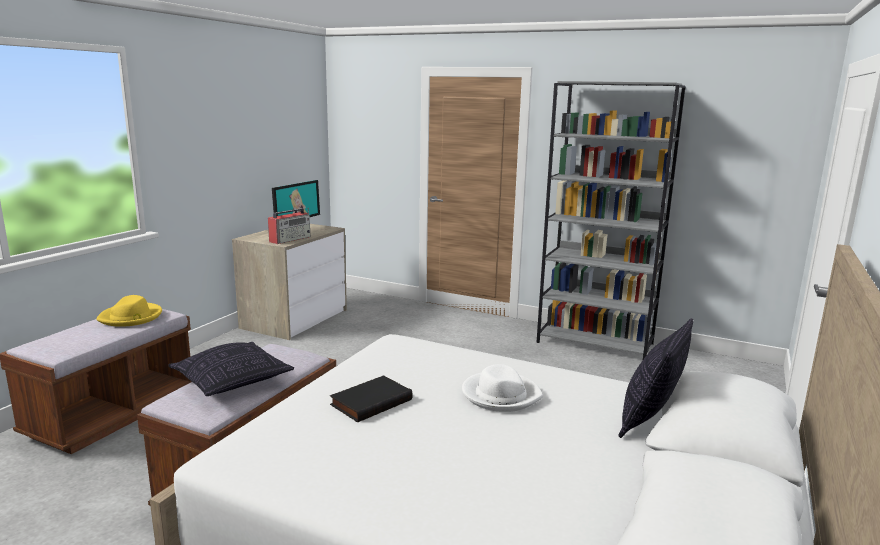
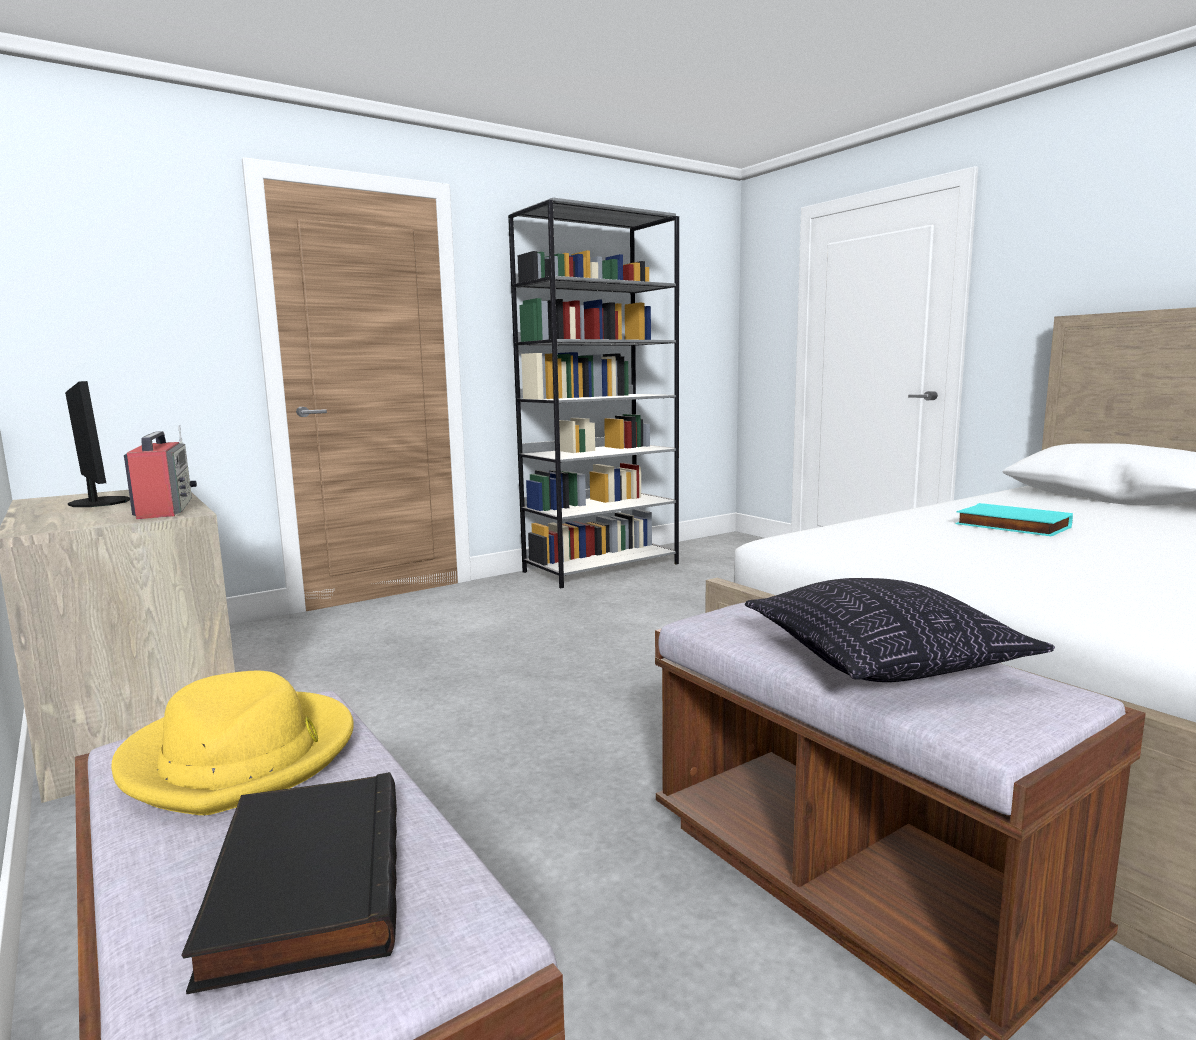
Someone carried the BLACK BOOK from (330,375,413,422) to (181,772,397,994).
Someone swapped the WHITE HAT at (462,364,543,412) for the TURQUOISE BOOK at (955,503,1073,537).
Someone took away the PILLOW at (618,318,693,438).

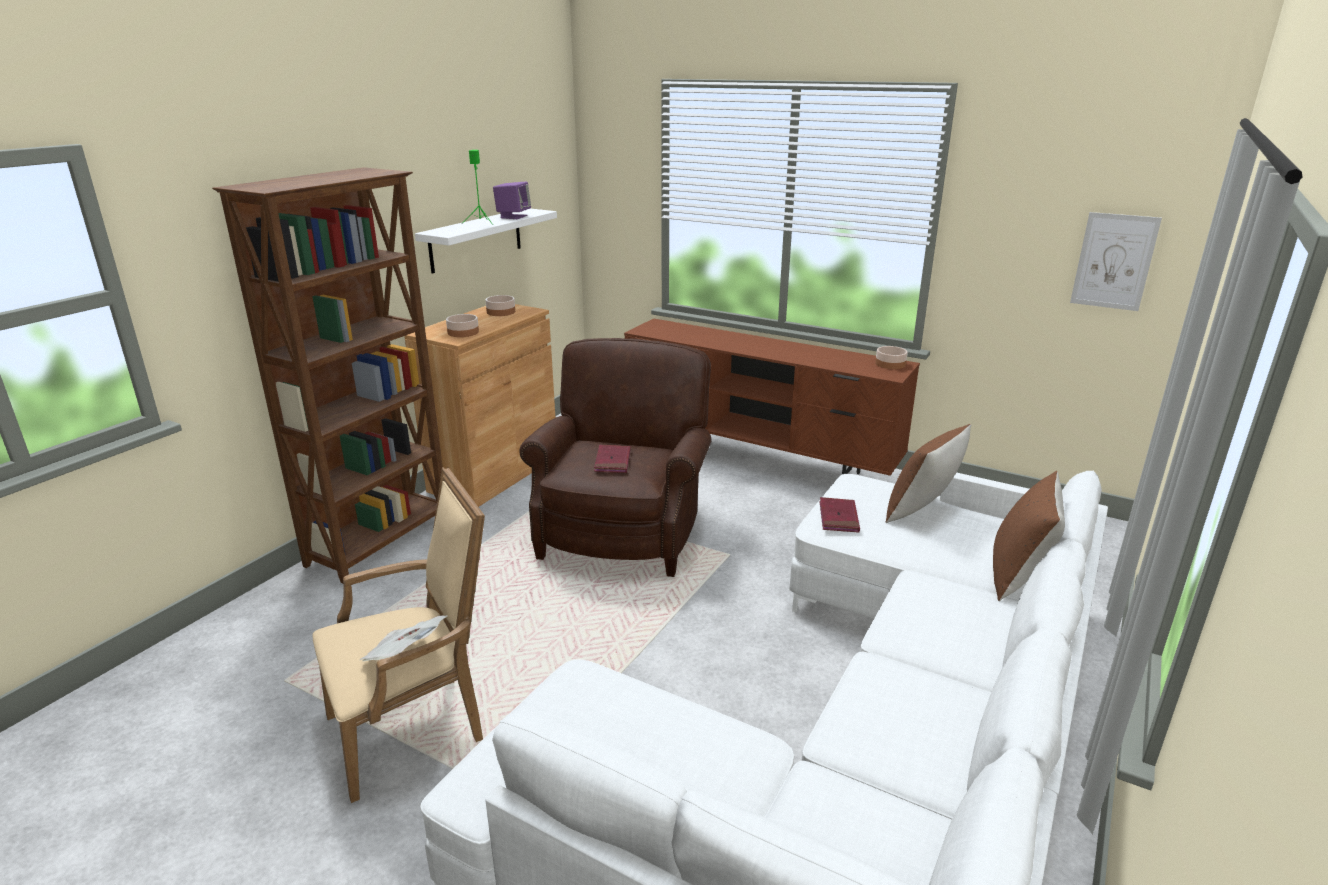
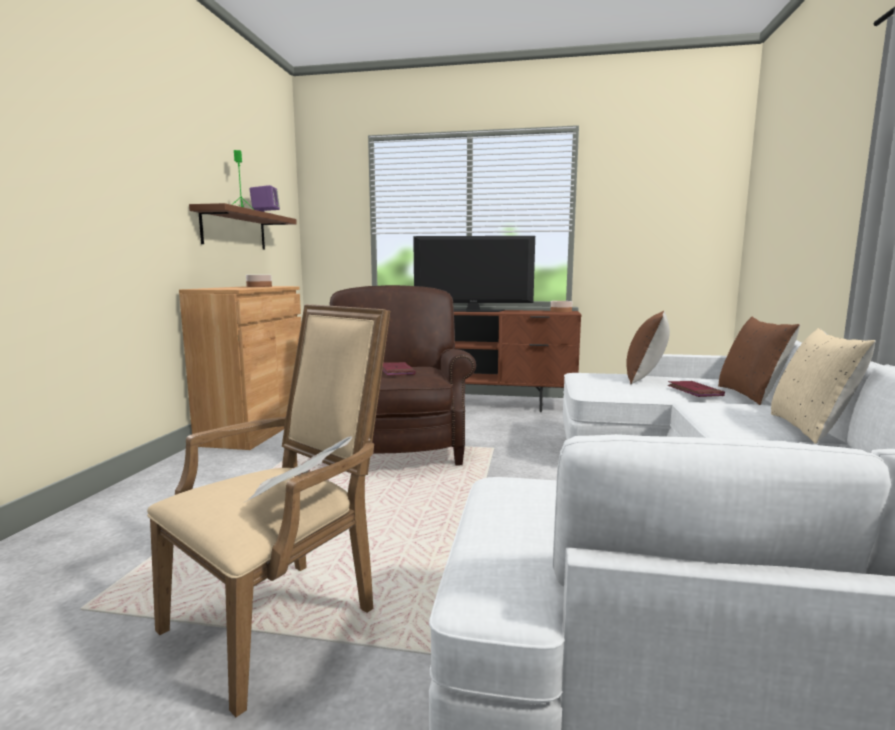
Someone repainted the WHITE SHELF at (415,209,557,273), which became the BROWN SHELF at (189,203,297,249).
Someone put down the TELEVISION at (413,236,535,312).
Someone carried the RED BOOK from (819,497,860,533) to (668,381,725,397).
Someone put down the BEIGE PILLOW at (771,328,876,444).
Someone took away the BROWN BOOKCASE at (212,167,443,584).
Someone took away the BOWL at (446,314,479,337).
Someone took away the PICTURE at (1070,212,1162,311).

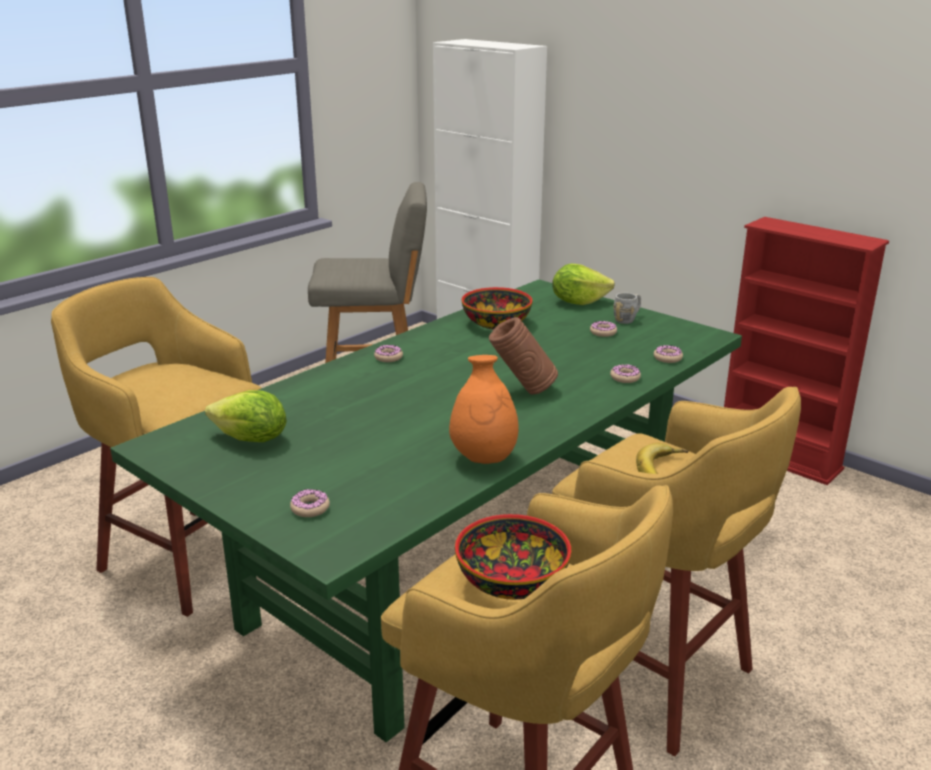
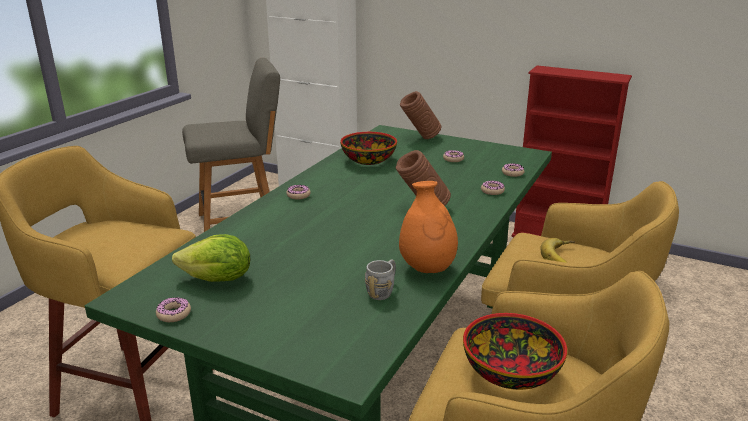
Someone carried the DONUT from (290,489,330,517) to (156,297,191,322).
Someone carried the GREY MUG from (613,293,641,324) to (365,259,396,300).
Someone swapped the LETTUCE at (552,263,615,305) for the BROWN VASE at (400,91,441,139).

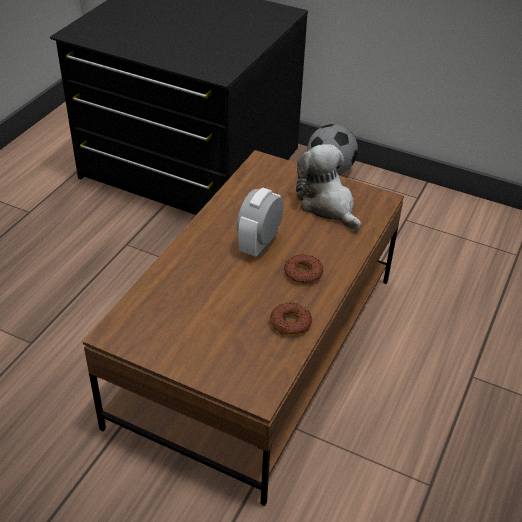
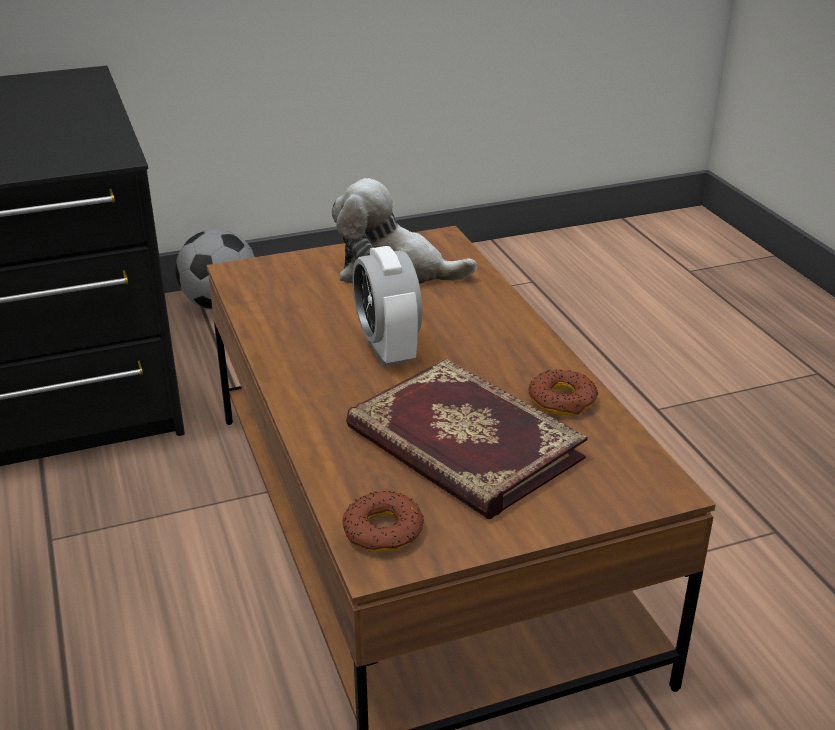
Someone carried the DONUT from (284,254,323,284) to (343,491,424,552).
Someone put down the BOOK at (346,359,588,519).

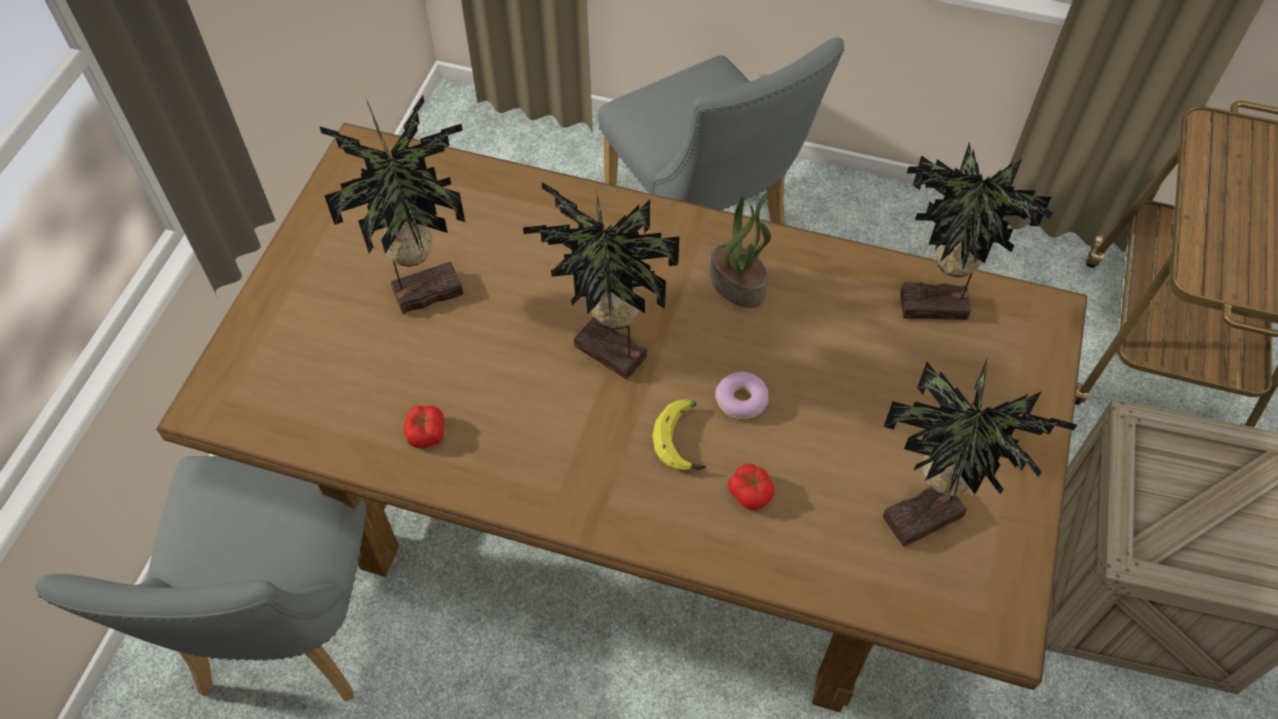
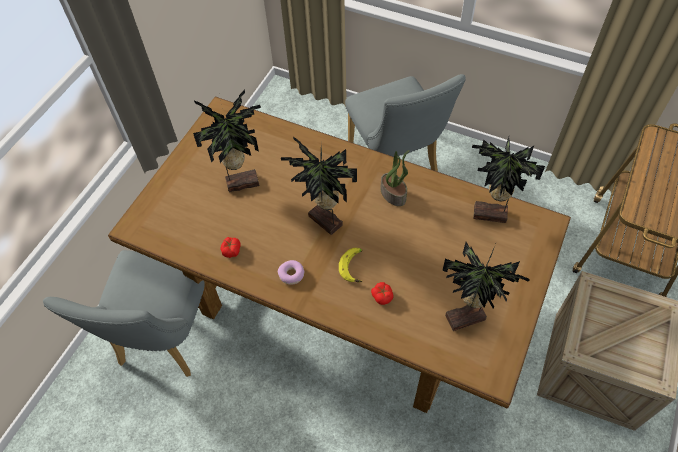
Someone carried the DONUT from (715,372,769,419) to (278,260,305,285).

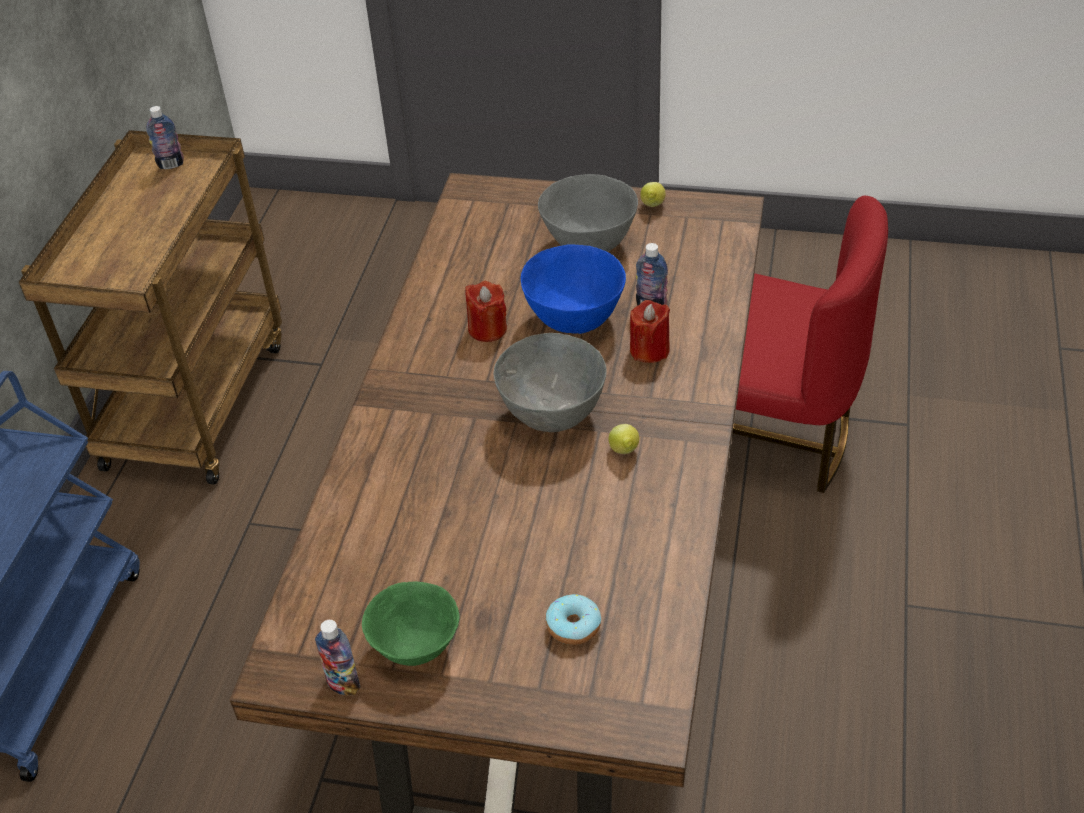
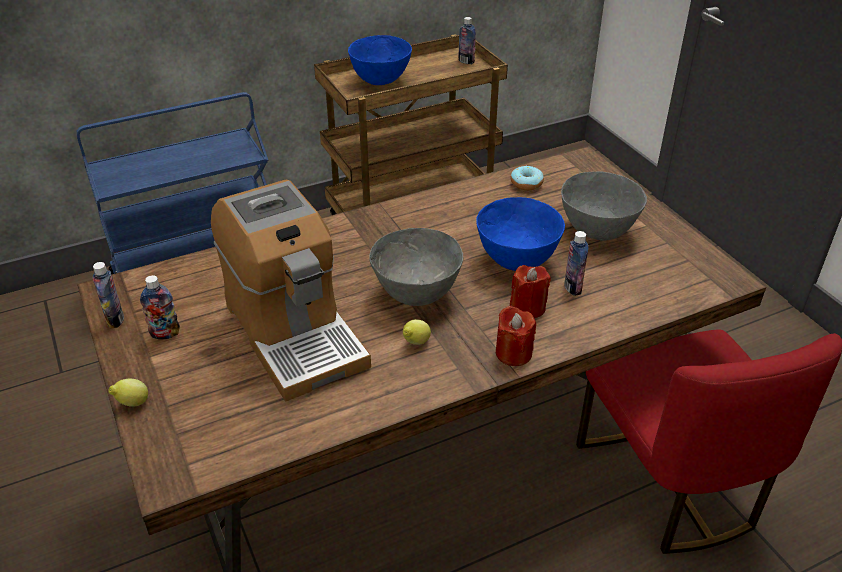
Someone carried the LEMON from (640,182,666,207) to (108,379,148,407).
Someone swapped the GREEN BOWL at (362,581,460,666) for the BOTTLE at (140,275,180,339).
Someone put down the COFFEE MACHINE at (211,180,371,402).
Someone put down the BLUE BOWL at (348,35,412,85).
Someone carried the RED CANDLE from (465,281,507,342) to (496,306,536,366).
Someone carried the DONUT from (546,594,601,645) to (511,165,544,190).

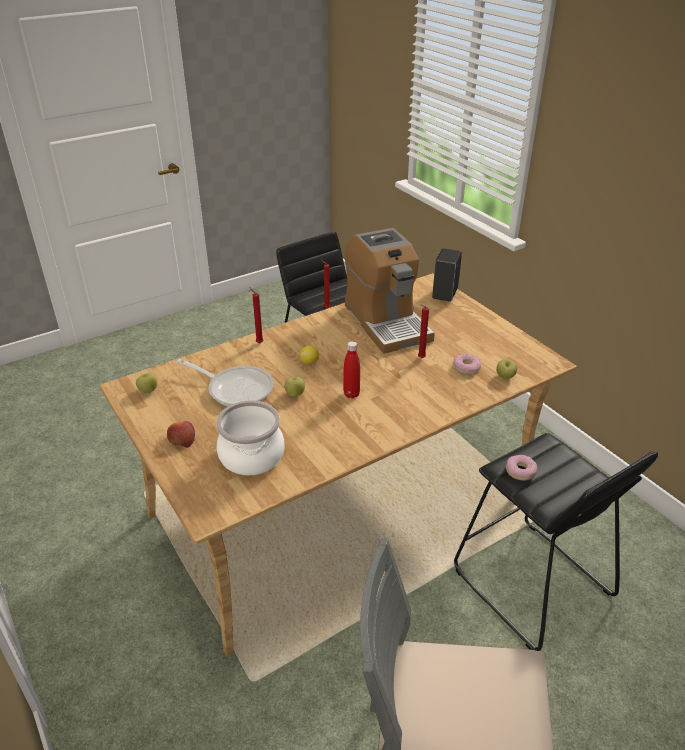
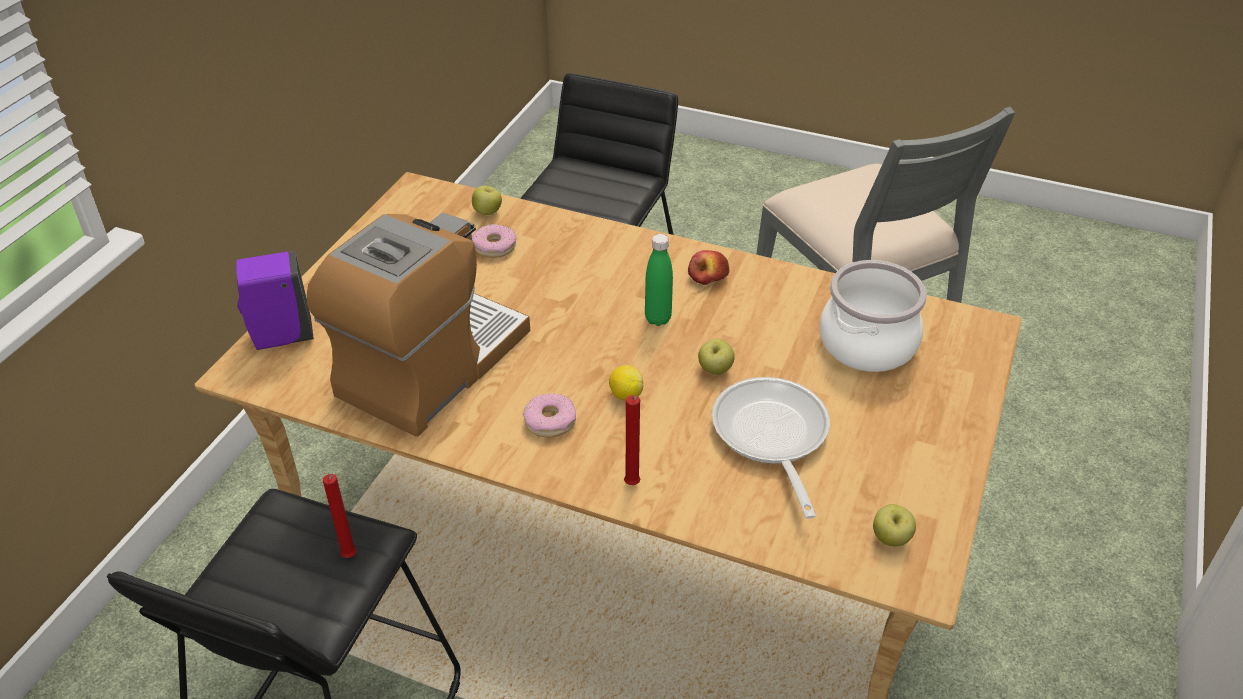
Someone repainted the BLACK SOAP DISPENSER at (432,249,462,302), which became the PURPLE SOAP DISPENSER at (236,251,314,350).
Someone carried the DONUT from (506,455,537,481) to (523,393,576,437).
Someone repainted the RED BOTTLE at (343,341,360,398), which became the GREEN BOTTLE at (645,234,673,326).
Someone carried the APPLE from (167,421,195,448) to (688,250,729,285).
Someone took away the RED CANDLE at (418,305,429,358).

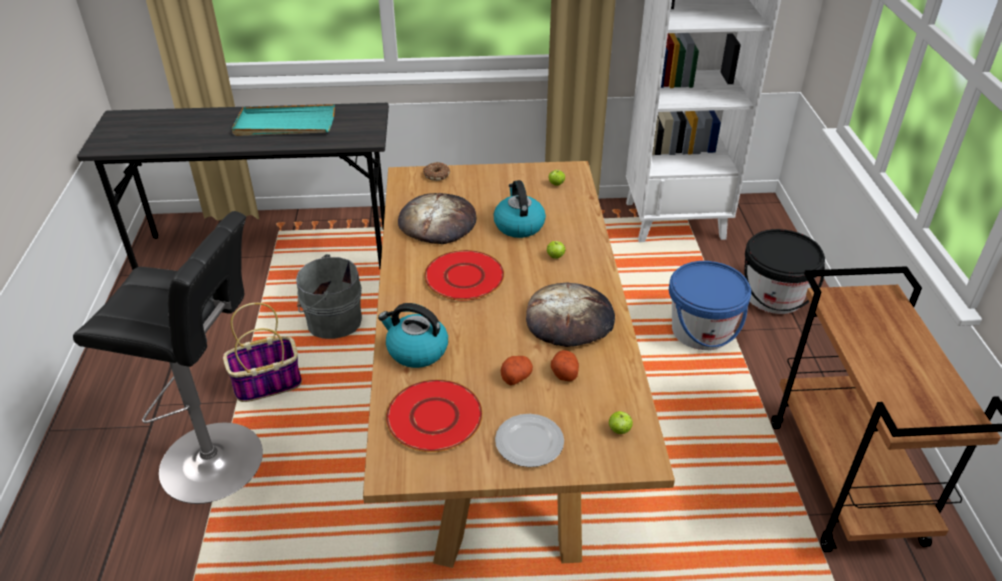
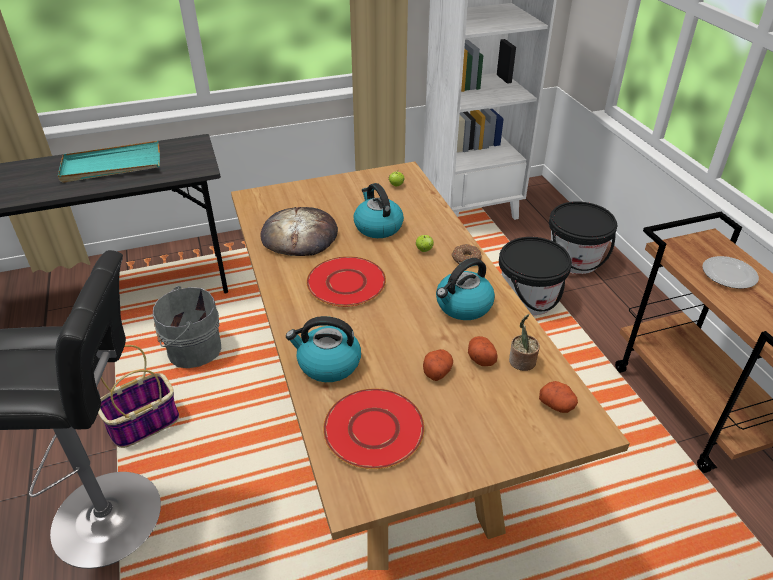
Someone swapped the BREAD at (526,283,615,347) for the KETTLE at (436,258,495,320).
Someone carried the DONUT from (423,162,450,181) to (451,244,482,264).
Someone repainted the BLUE BUCKET at (669,261,751,350), which became the BLACK BUCKET at (499,237,572,315).
Someone put down the POTTED PLANT at (509,314,540,371).
Someone swapped the APPLE at (609,411,633,434) for the POTATO at (539,381,578,413).
Someone carried the PLATE from (495,414,564,467) to (702,256,759,289).

